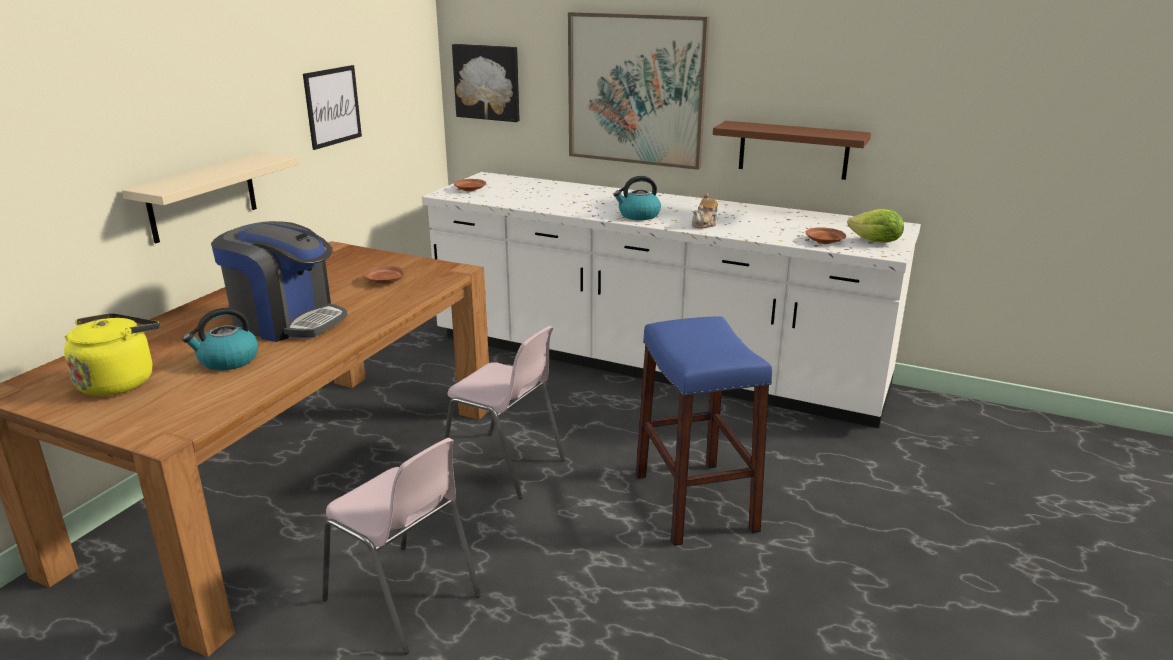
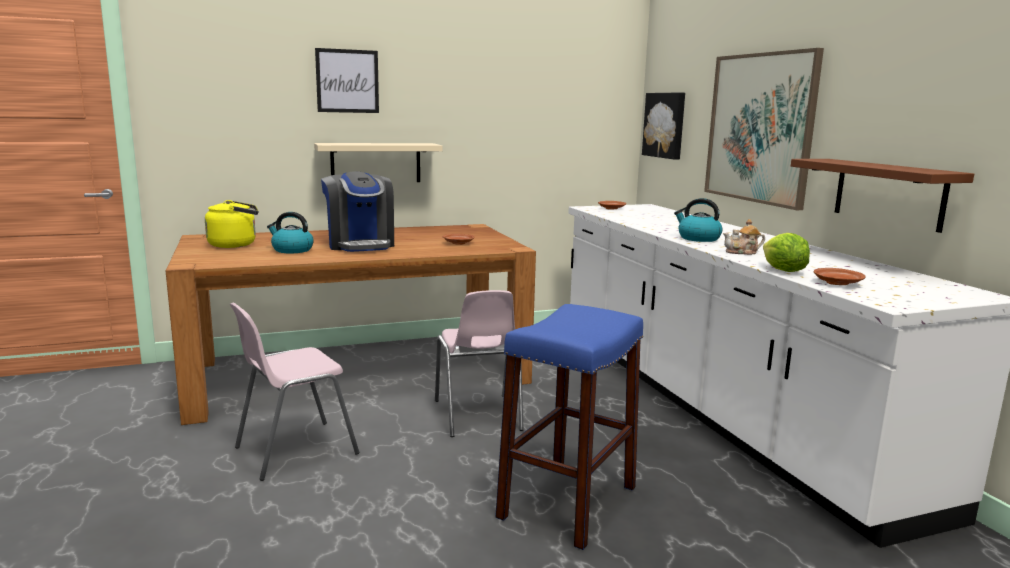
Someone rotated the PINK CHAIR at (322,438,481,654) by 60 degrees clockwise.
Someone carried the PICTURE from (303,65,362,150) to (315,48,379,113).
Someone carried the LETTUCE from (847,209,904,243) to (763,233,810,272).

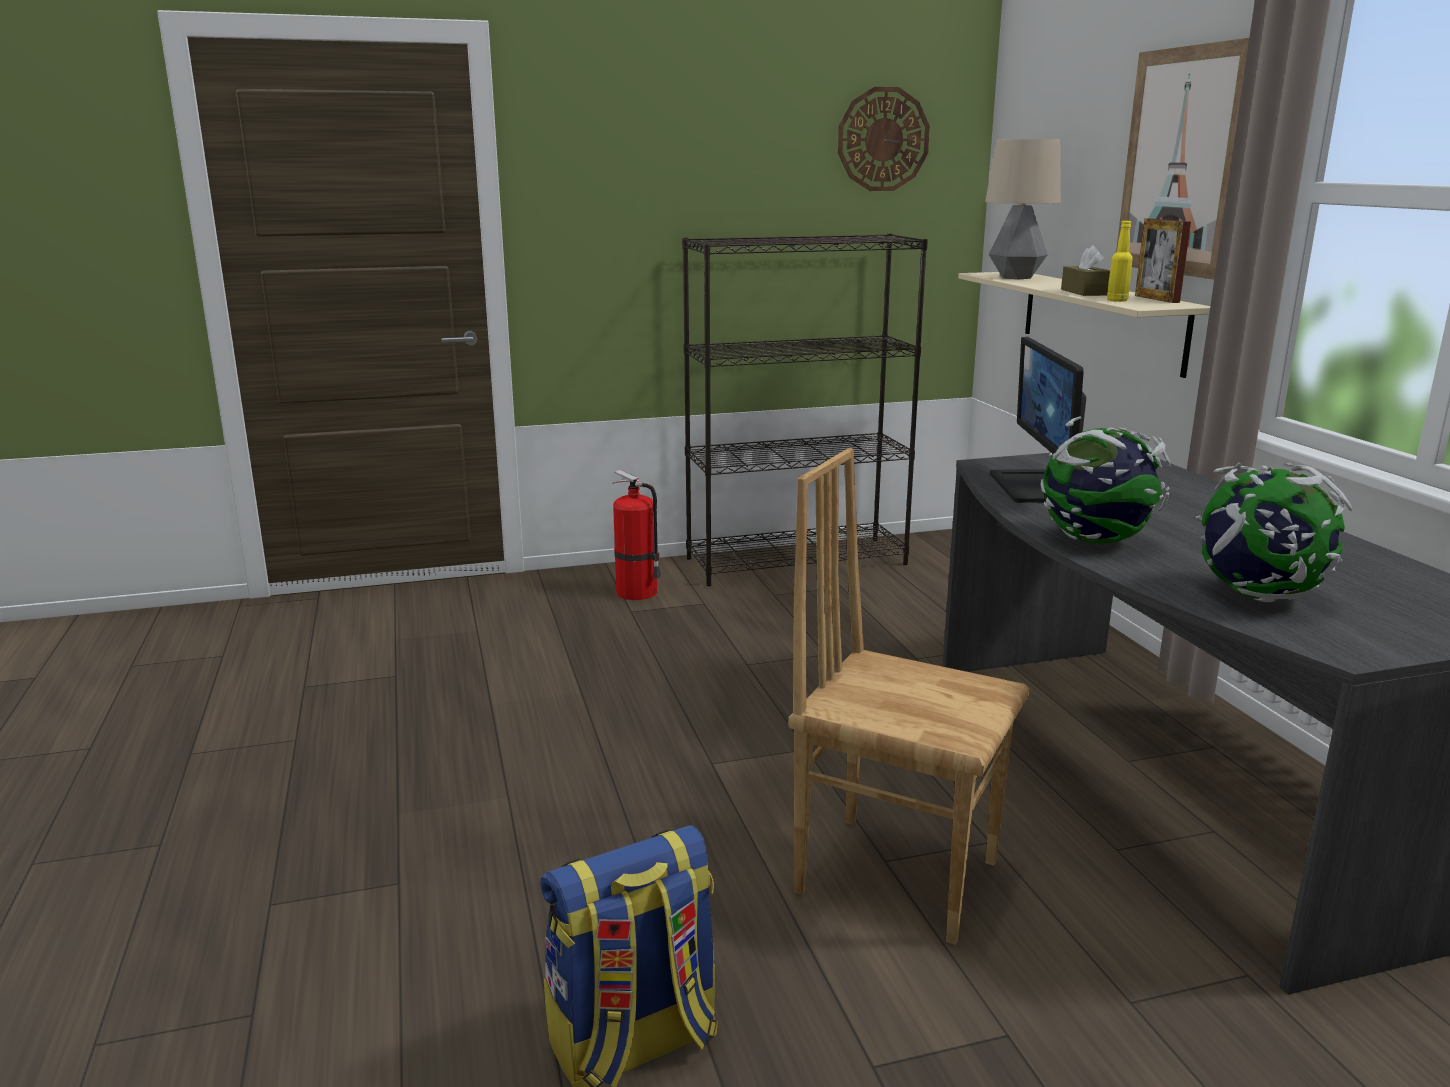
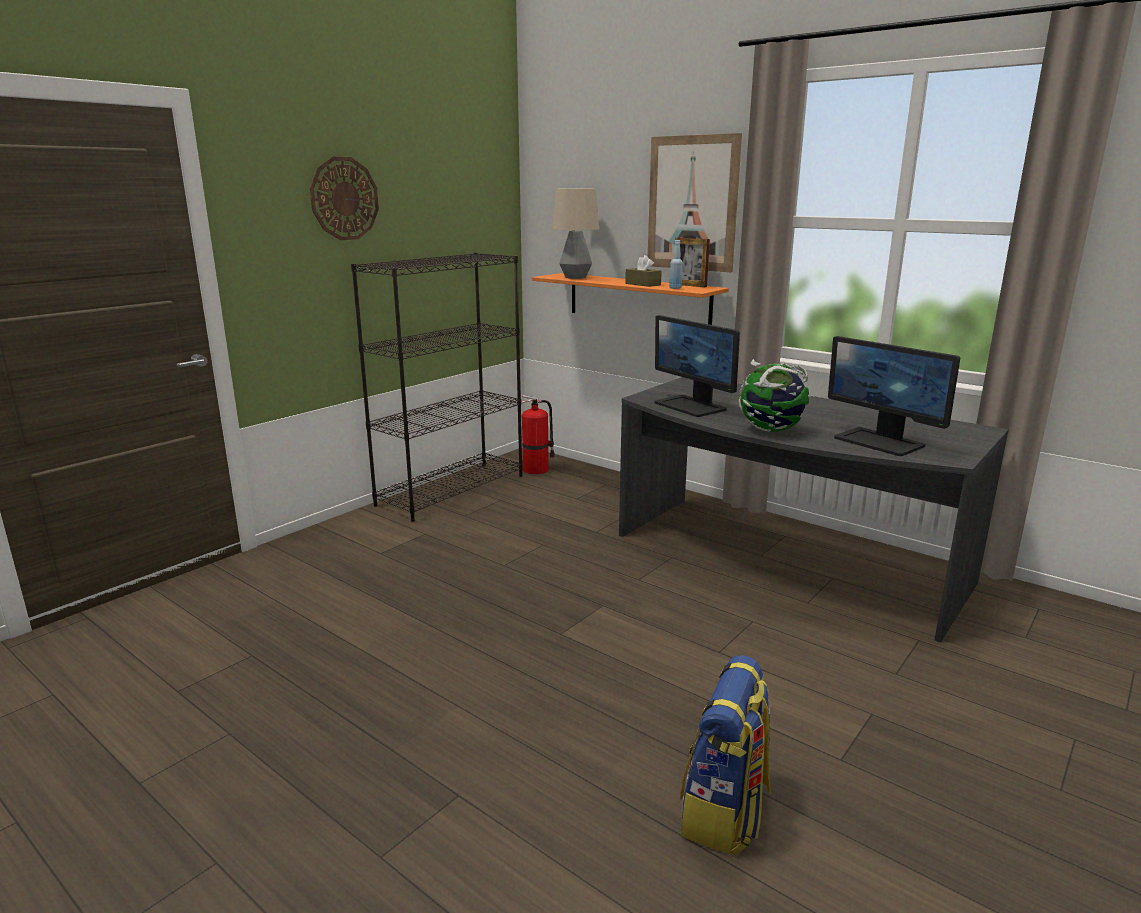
Someone carried the WALL CLOCK from (838,87,930,191) to (310,157,379,240).
Someone carried the FIRE EXTINGUISHER from (612,470,661,600) to (521,395,555,474).
Someone repainted the BEIGE SHELF at (958,272,1210,378), which became the ORANGE SHELF at (532,273,729,325).
Someone repainted the YELLOW BOTTLE at (1107,221,1133,302), which became the BLUE BOTTLE at (669,240,683,289).
Someone swapped the GLOBE at (1196,463,1352,602) for the MONITOR at (828,336,960,456).
Someone took away the BROWN CHAIR at (788,448,1029,945).

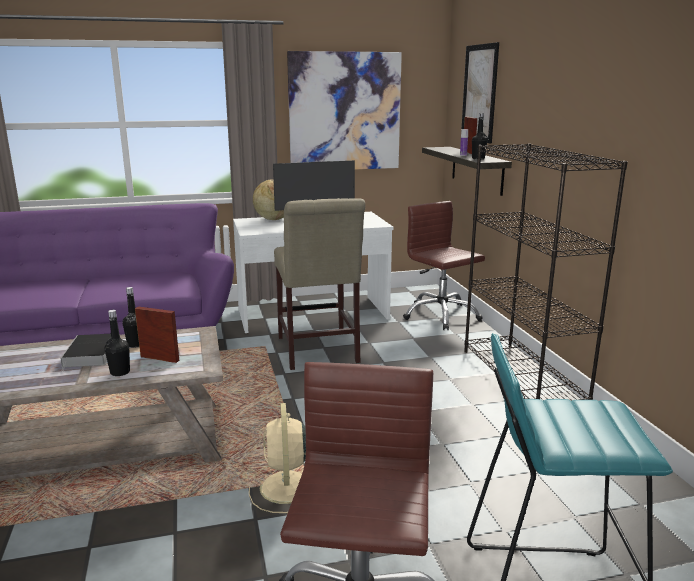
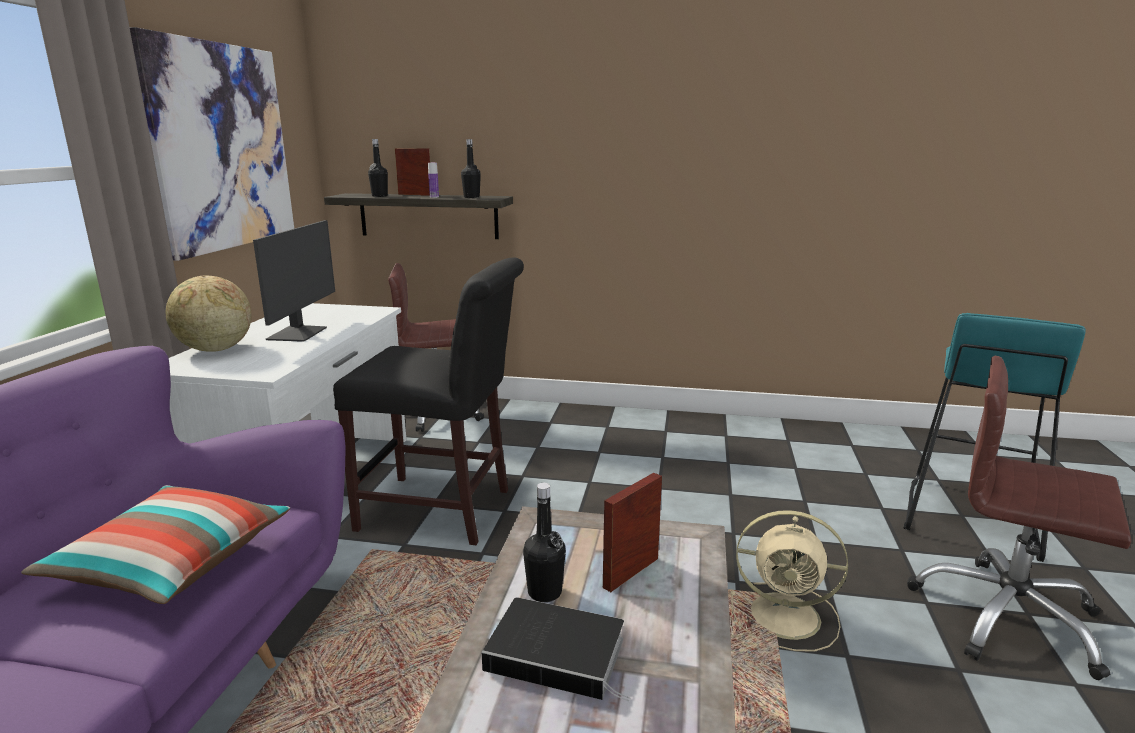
Someone put down the PILLOW at (21,485,290,604).
Someone repainted the BEIGE CHAIR at (274,198,365,370), which became the BLACK CHAIR at (333,257,524,545).
Someone carried the BLACK BOTTLE from (105,310,130,376) to (368,139,388,197).
Someone took away the PICTURE at (461,42,499,143).
Someone took away the BLACK BOOKCASE at (464,144,627,401).

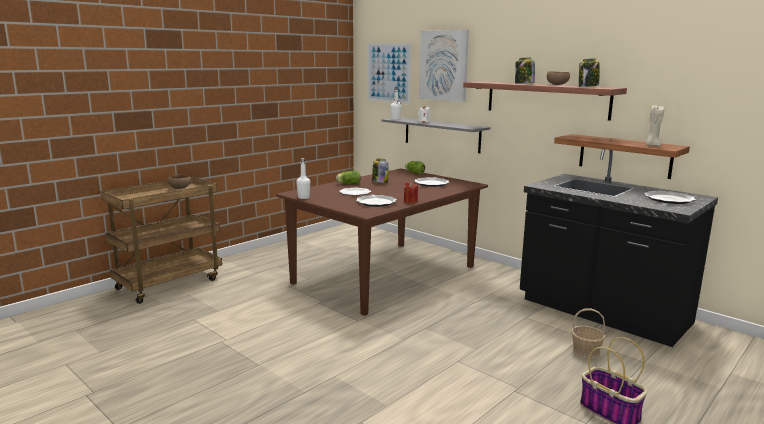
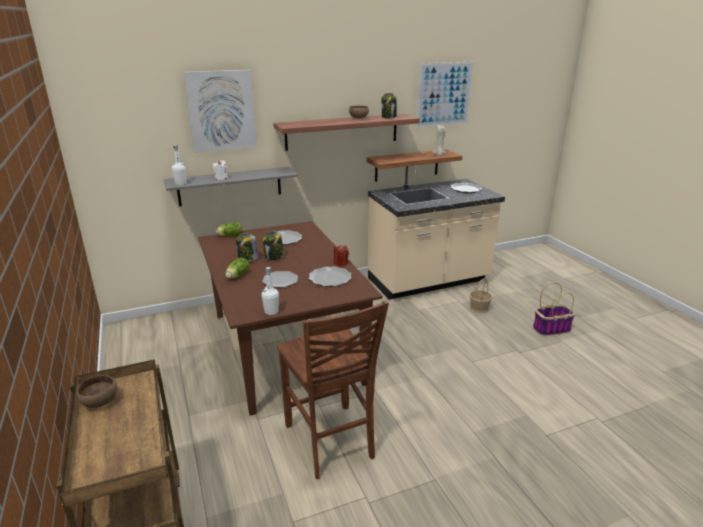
Someone carried the JAR from (515,58,535,84) to (262,231,284,261).
Someone put down the BROWN CHAIR at (277,300,389,479).
Someone repainted the BLACK COUNTER at (520,149,718,347), which became the BEIGE COUNTER at (368,165,505,300).
Someone carried the PICTURE from (368,43,411,103) to (416,62,474,127).

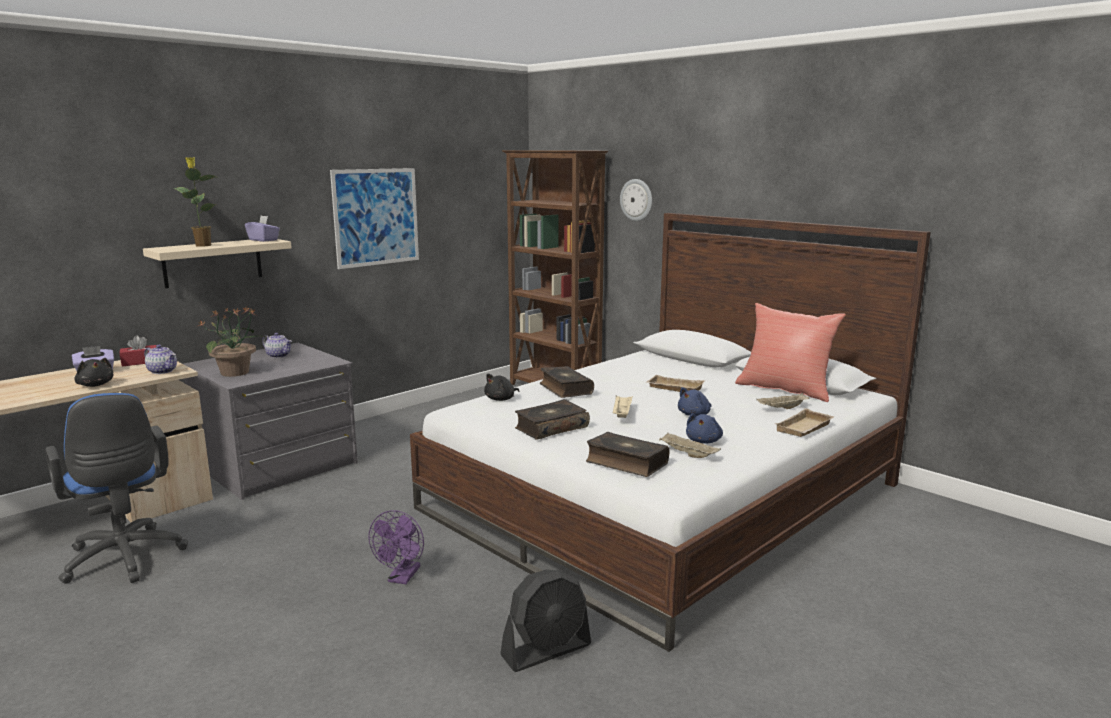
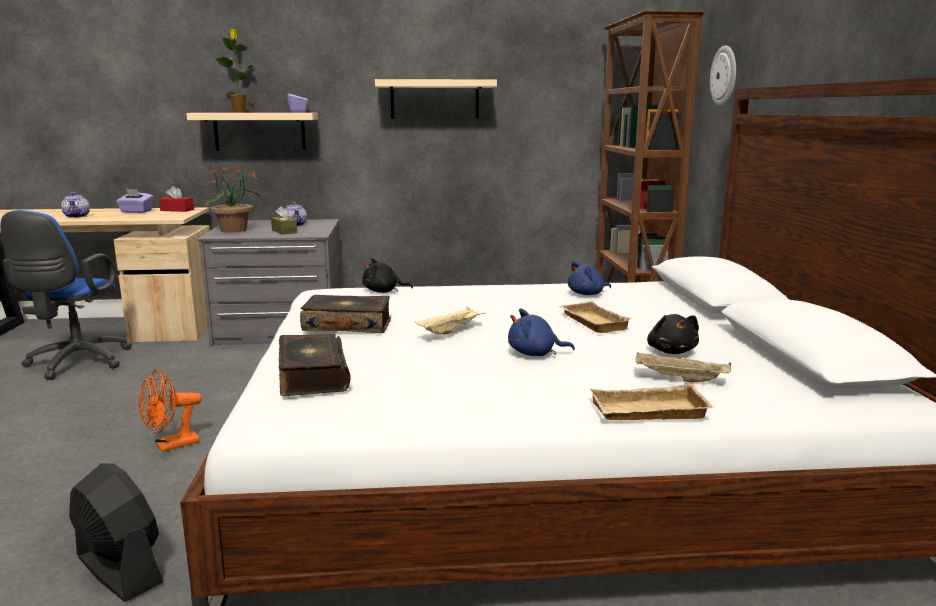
Someone carried the TEAPOT from (144,345,177,374) to (61,192,90,218).
Someone rotated the BLACK FAN at (500,570,591,672) by 150 degrees counterclockwise.
Someone repainted the PURPLE FAN at (368,510,424,584), which became the ORANGE FAN at (139,369,202,452).
Someone put down the BROWN TISSUE BOX at (271,206,297,234).
Someone swapped the PICTURE at (330,168,419,269) for the BEIGE SHELF at (375,79,497,119).
Someone carried the BLUE PLUSH TOY from (686,413,723,444) to (568,261,611,295).
Someone carried the BLACK PLUSH TOY from (74,358,113,387) to (647,314,699,354).
Someone took away the BOOK at (540,366,594,398).
Someone took away the BEIGE TRAY at (659,433,721,458).
Someone took away the RED PILLOW at (735,303,846,402).

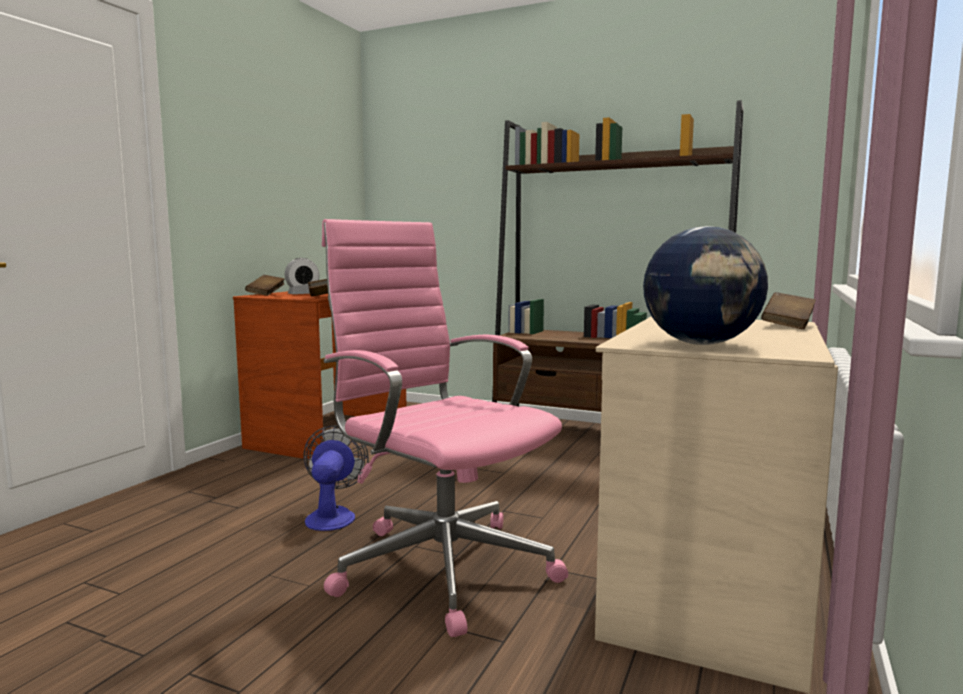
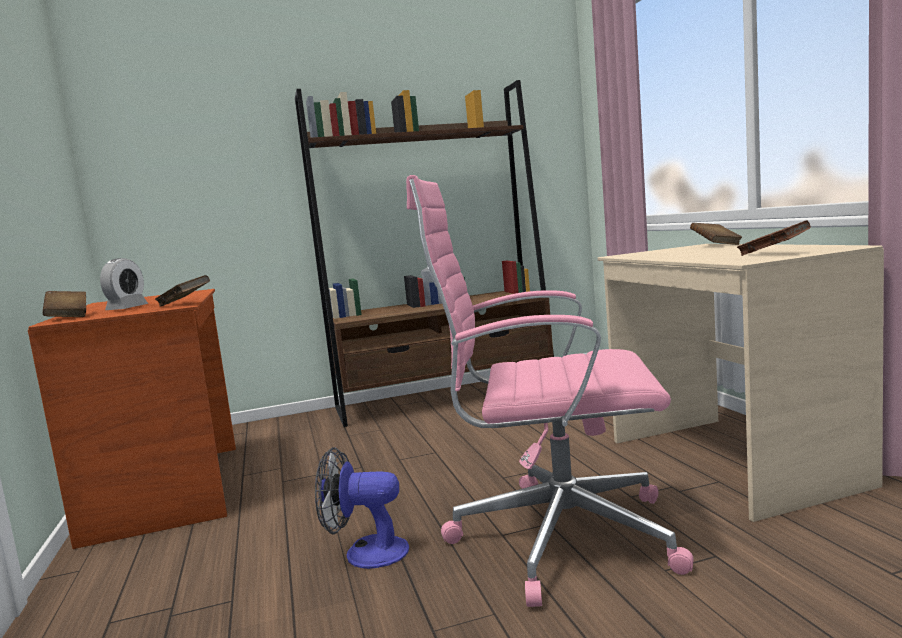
Someone rotated the FAN at (303,426,369,531) by 45 degrees counterclockwise.
Someone swapped the GLOBE at (643,226,768,345) for the BROWN BOOK at (737,220,811,256).

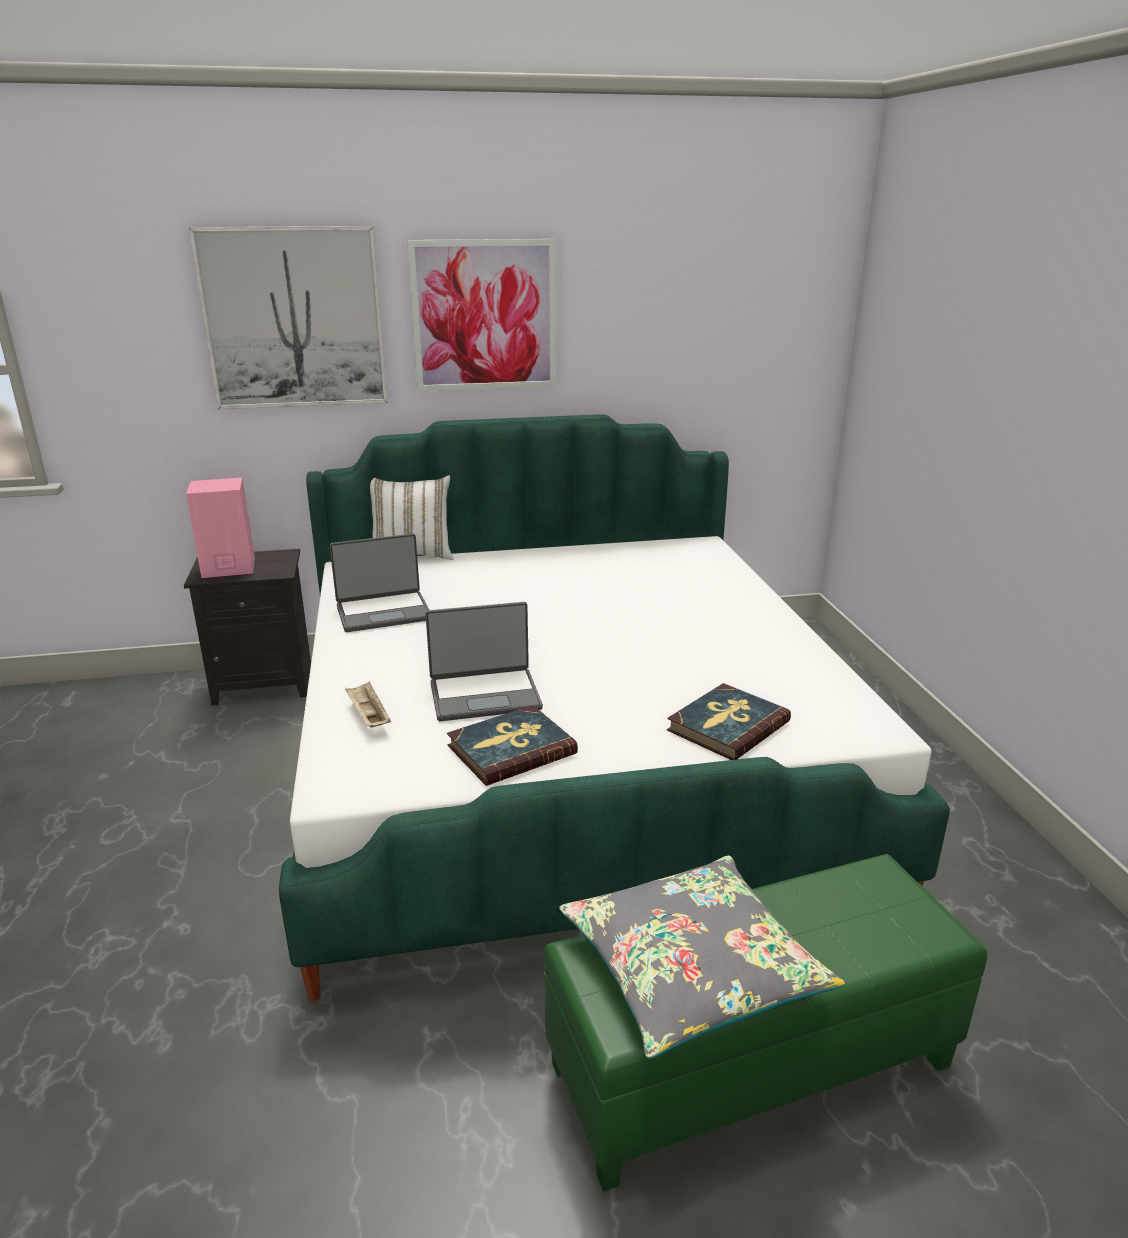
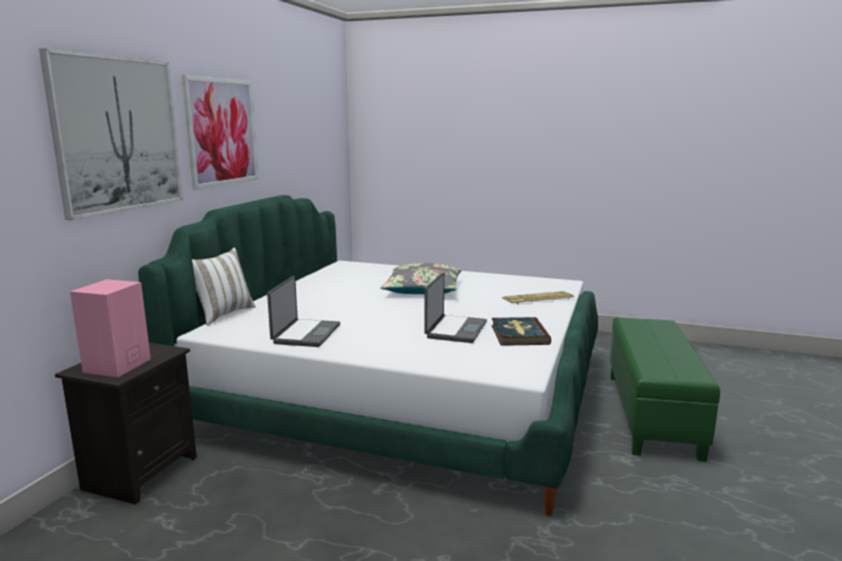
Someone carried the GREY PILLOW from (559,855,845,1059) to (380,263,461,294).
Someone swapped the BOOK at (667,683,791,760) for the KEYBOARD at (502,291,574,304).
Someone took away the BEIGE TRAY at (345,682,391,727).

